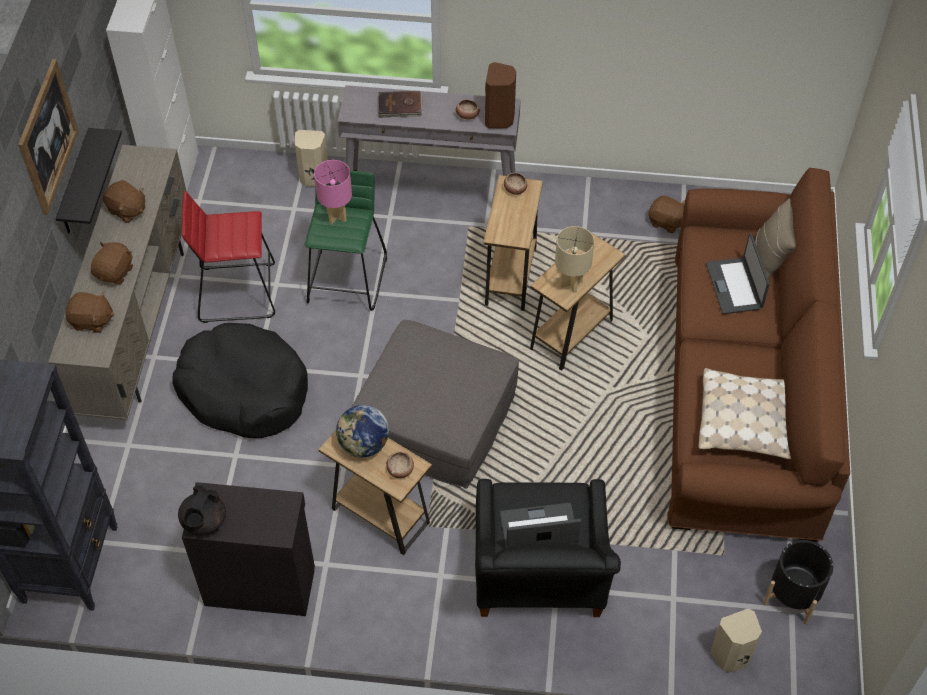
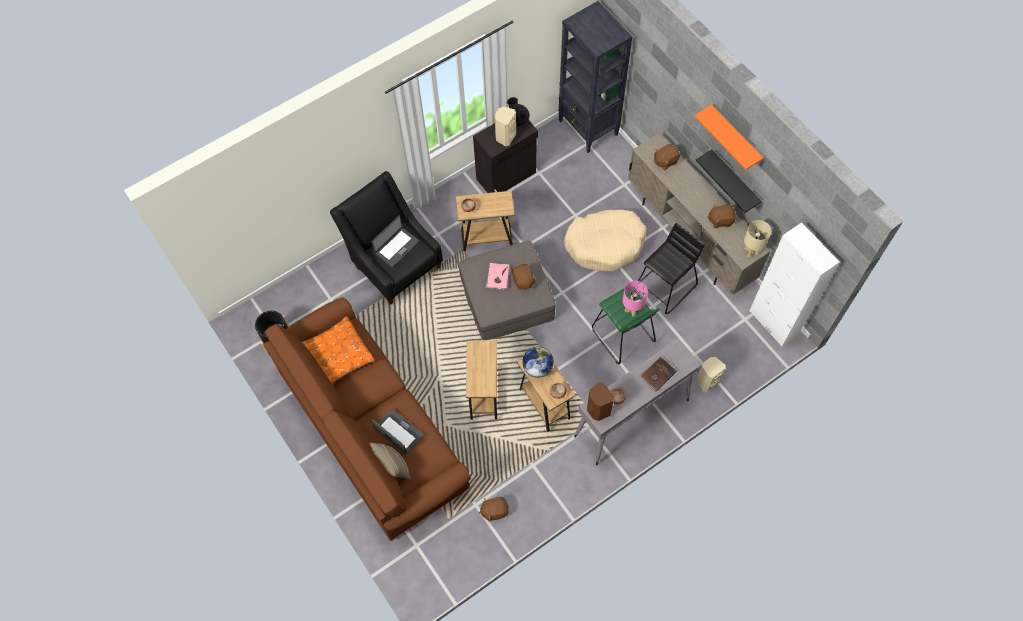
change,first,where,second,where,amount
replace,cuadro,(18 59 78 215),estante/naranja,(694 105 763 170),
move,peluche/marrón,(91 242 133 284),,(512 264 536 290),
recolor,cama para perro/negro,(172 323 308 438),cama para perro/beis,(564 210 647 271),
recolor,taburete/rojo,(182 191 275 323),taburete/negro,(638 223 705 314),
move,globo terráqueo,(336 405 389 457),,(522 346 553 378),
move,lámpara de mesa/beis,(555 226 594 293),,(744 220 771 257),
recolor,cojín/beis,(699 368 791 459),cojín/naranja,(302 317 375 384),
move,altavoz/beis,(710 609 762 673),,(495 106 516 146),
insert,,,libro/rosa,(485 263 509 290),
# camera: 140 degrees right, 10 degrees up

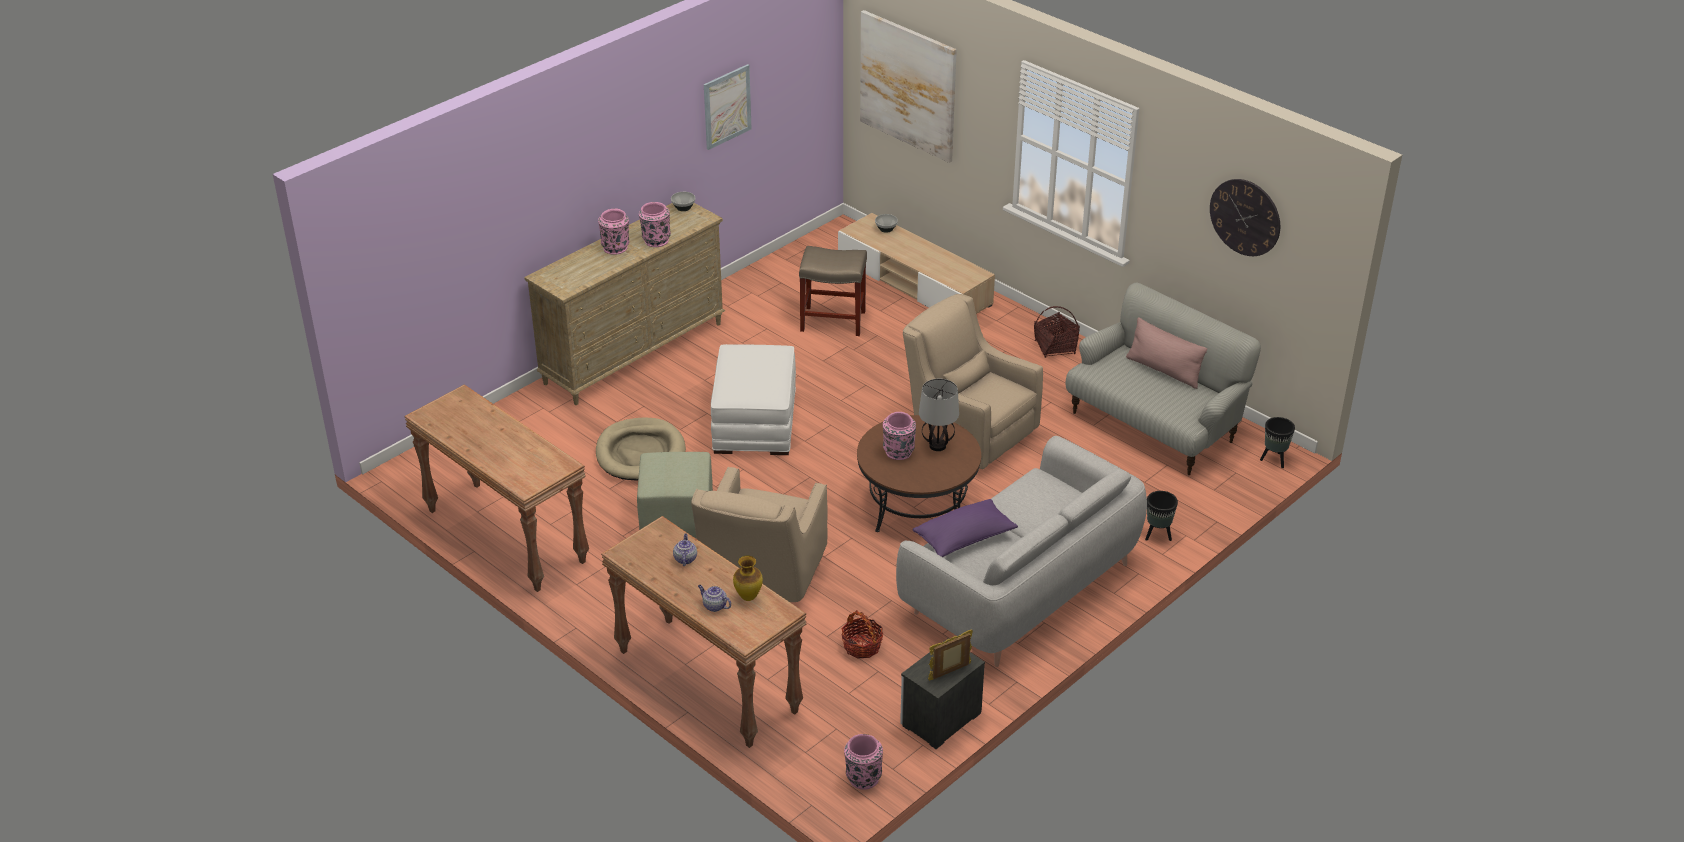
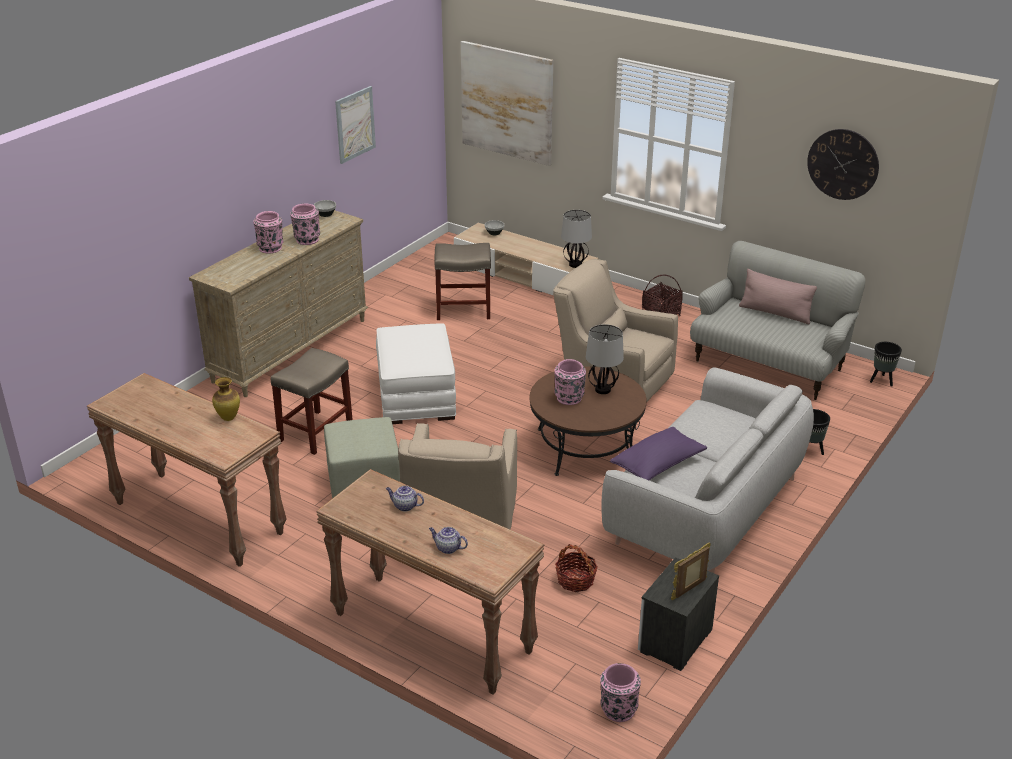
change,first,where,second,where,amount
replace,cama para perro/beis,(596 417 686 481),taburete/beis,(271 348 353 455),
rotate,tetera,(673 533 697 566),,(386 486 424 511),60 degrees counterclockwise
move,florero,(733 555 763 601),,(212 377 240 421),
insert,,,lámpara de mesa,(561 210 592 268),
# camera: 10 degrees left, 5 degrees down

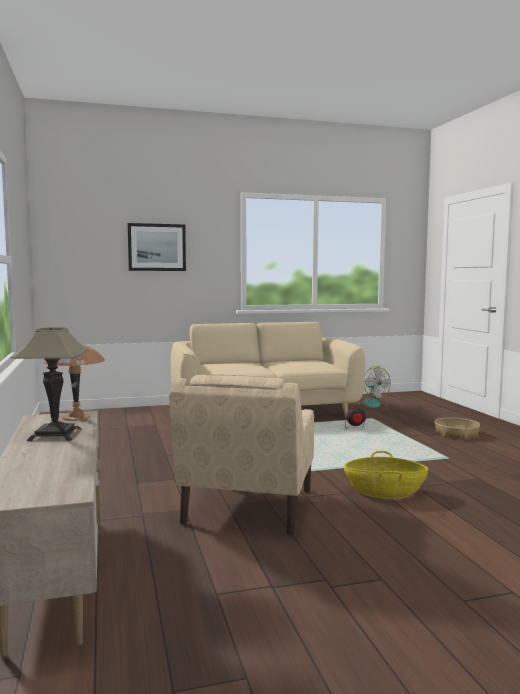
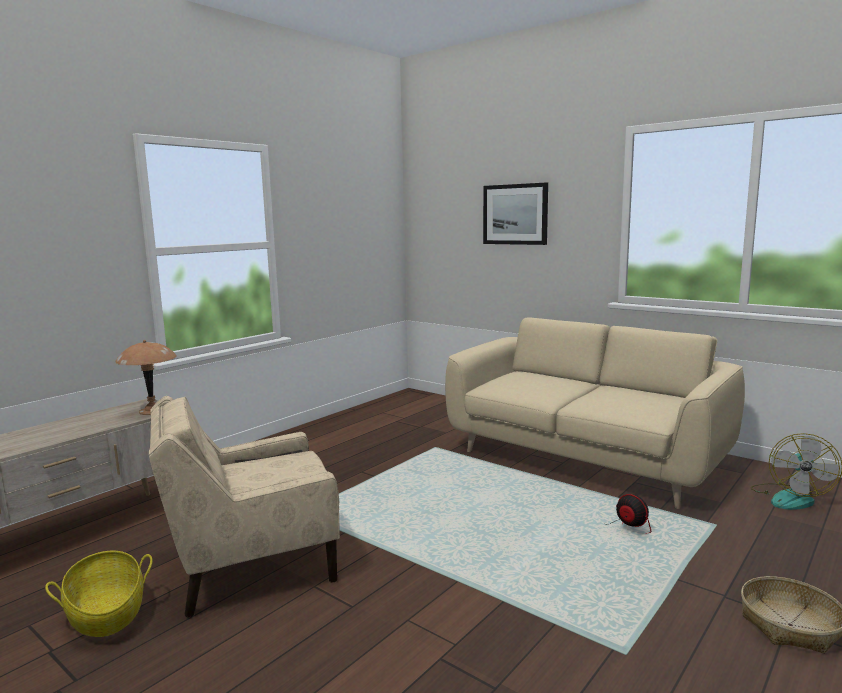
change,first,where,second,where,amount
delete,lámpara de mesa,(11 328 90 441),,,
move,cesta,(344 451 428 499),,(45 551 153 637),
# camera: 55 degrees right, 5 degrees up

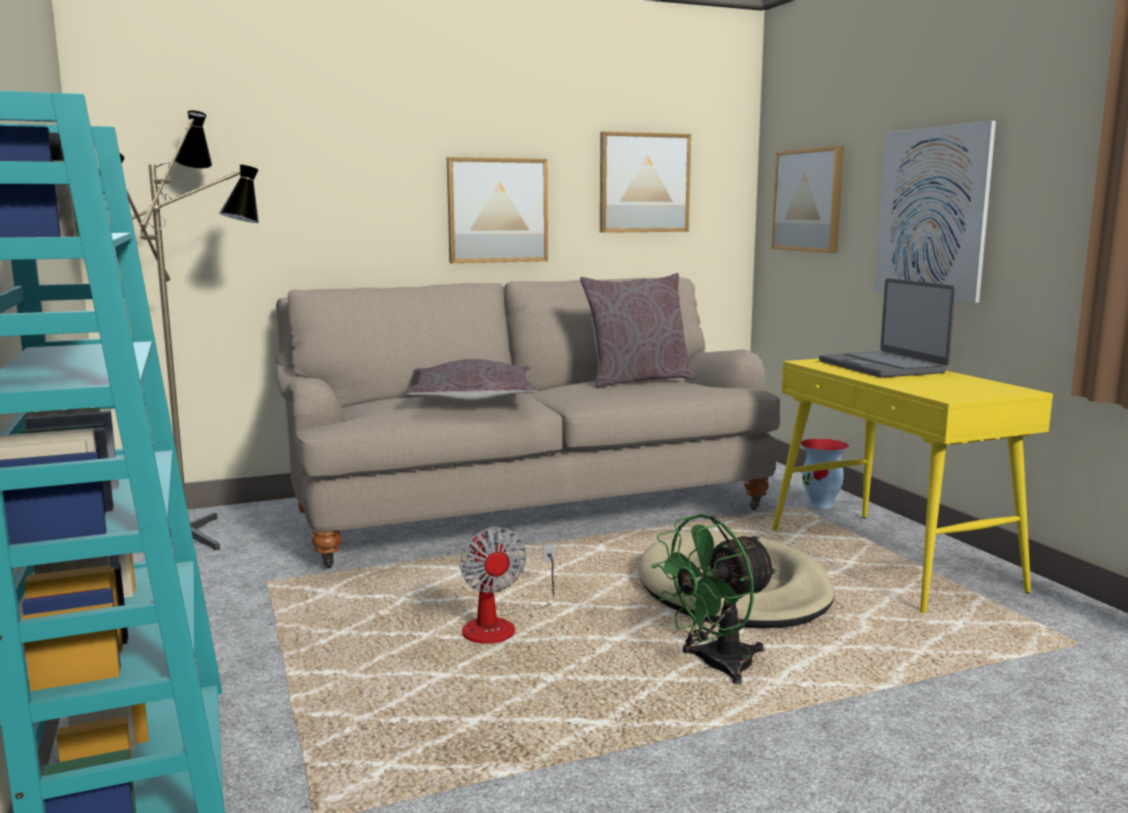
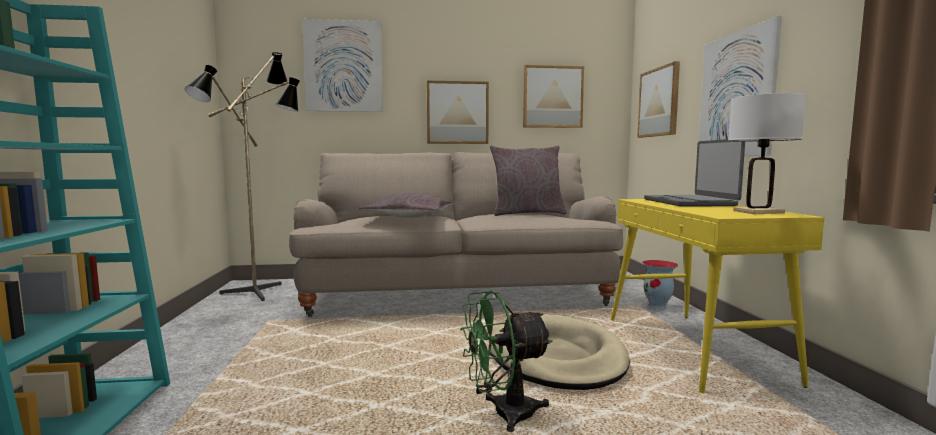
change,first,where,second,where,amount
delete,ventilador,(460 527 555 644),,,
insert,,,cuadro,(302 19 383 112),
insert,,,lámpara de mesa/blanco,(728 93 807 214),
# camera: 15 degrees right, 5 degrees down

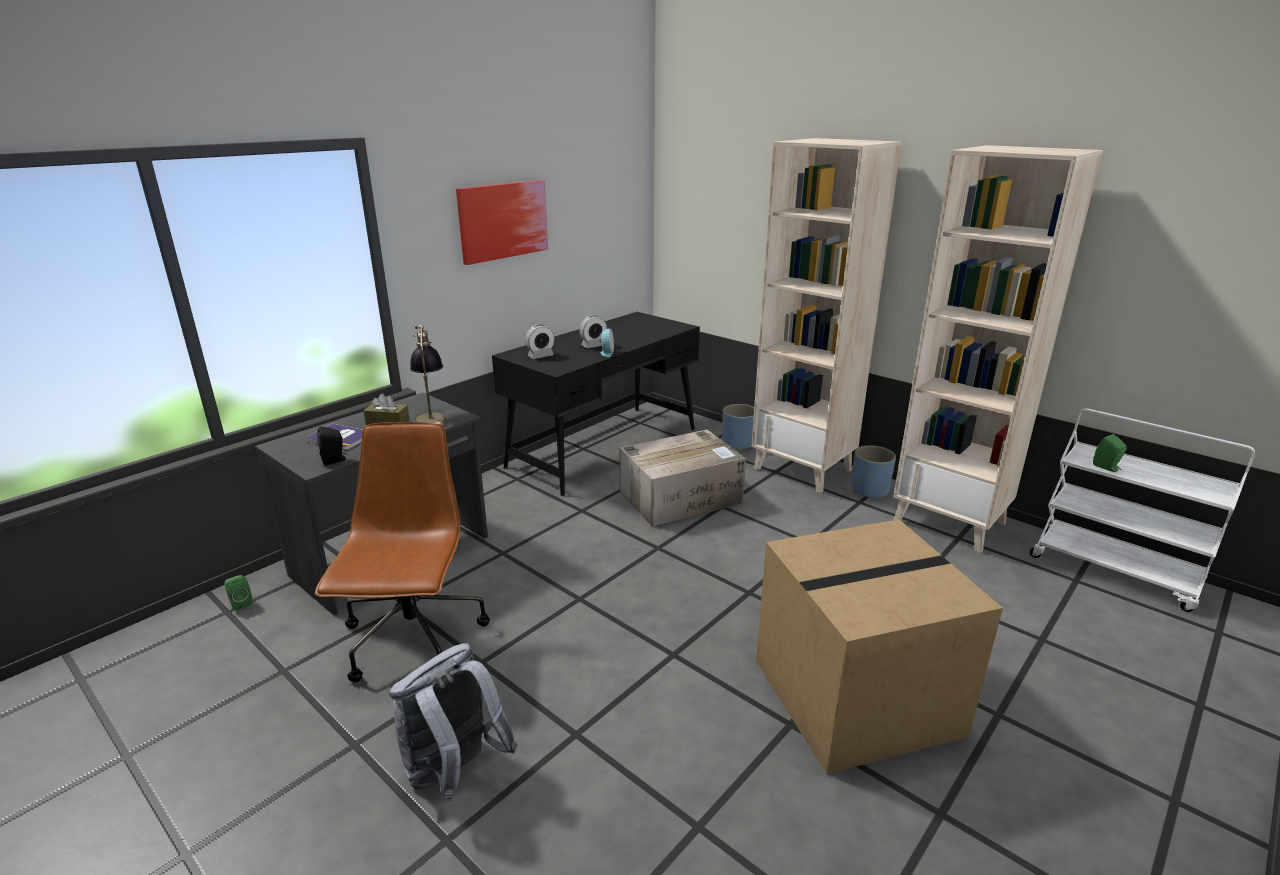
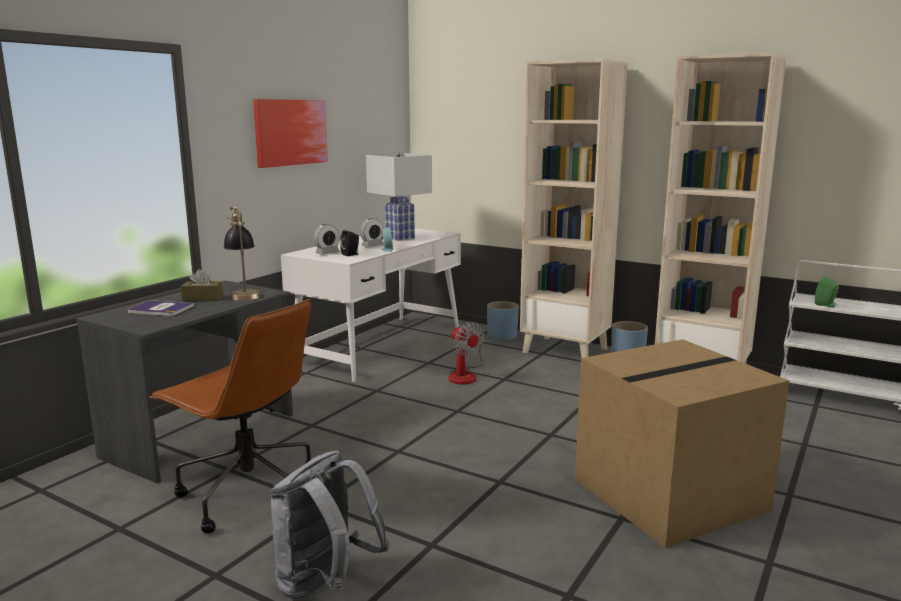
change,first,where,second,where,amount
delete,altavoz/verde,(224 575 252 611),,,
rotate,silla de oficina/marrón,(315 422 490 682),,(149 299 311 533),135 degrees clockwise
move,altavoz/negro,(317 427 348 465),,(340 230 359 256),
recolor,escritorio/negro,(492 312 700 496),escritorio/blanco,(281 228 461 382),
replace,caja de cartón,(619 429 746 527),ventilador,(449 322 484 385),
insert,,,lámpara de mesa/blanco,(366 153 432 241),
# camera: 10 degrees left, 10 degrees down

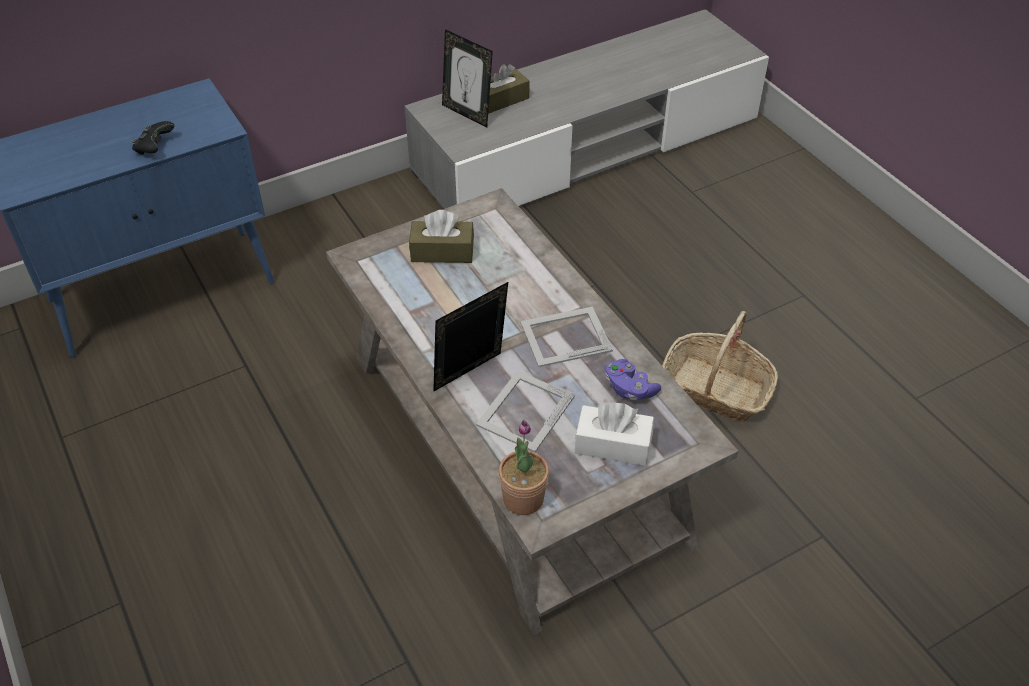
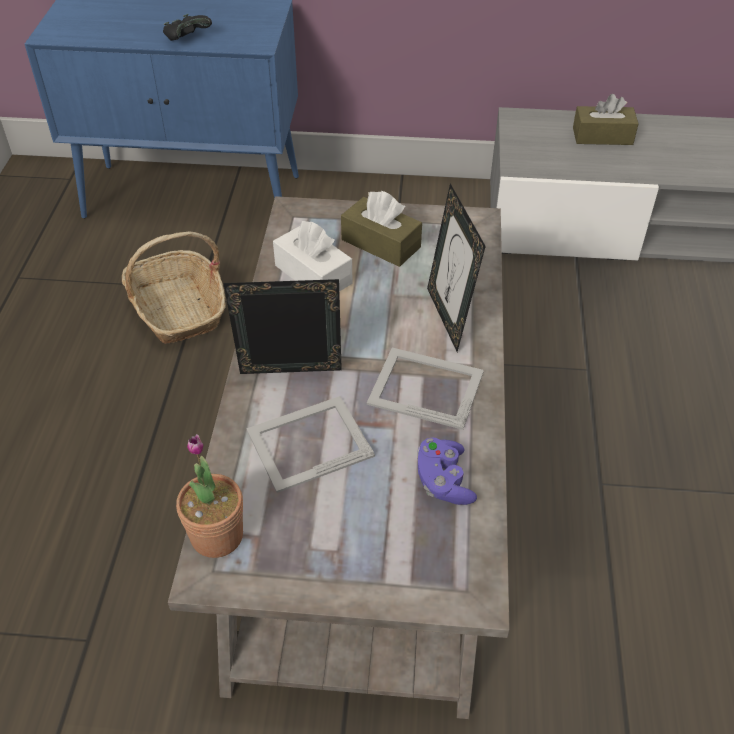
change,first,where,second,where,amount
move,portarretratos,(442 29 493 128),,(427 183 486 352),
move,caja de pañuelos/blanco,(575 403 654 466),,(273 221 353 292),
move,cesta,(662 311 778 422),,(122 232 226 344),
# camera: 35 degrees right, 0 degrees up

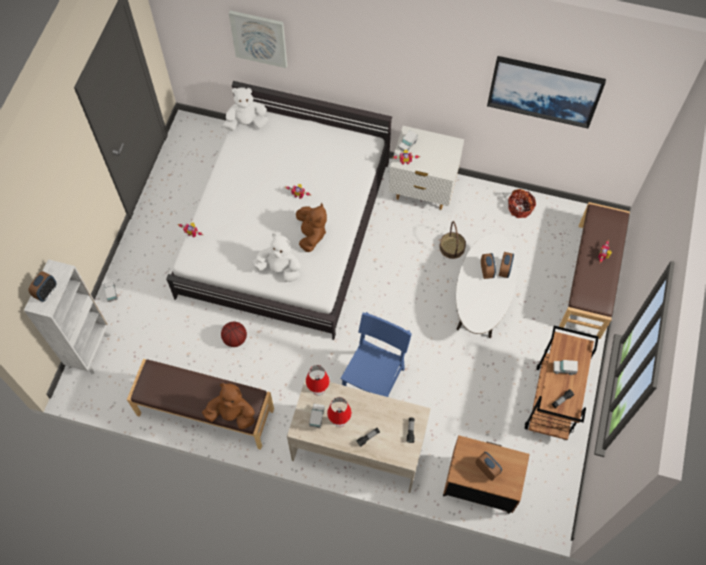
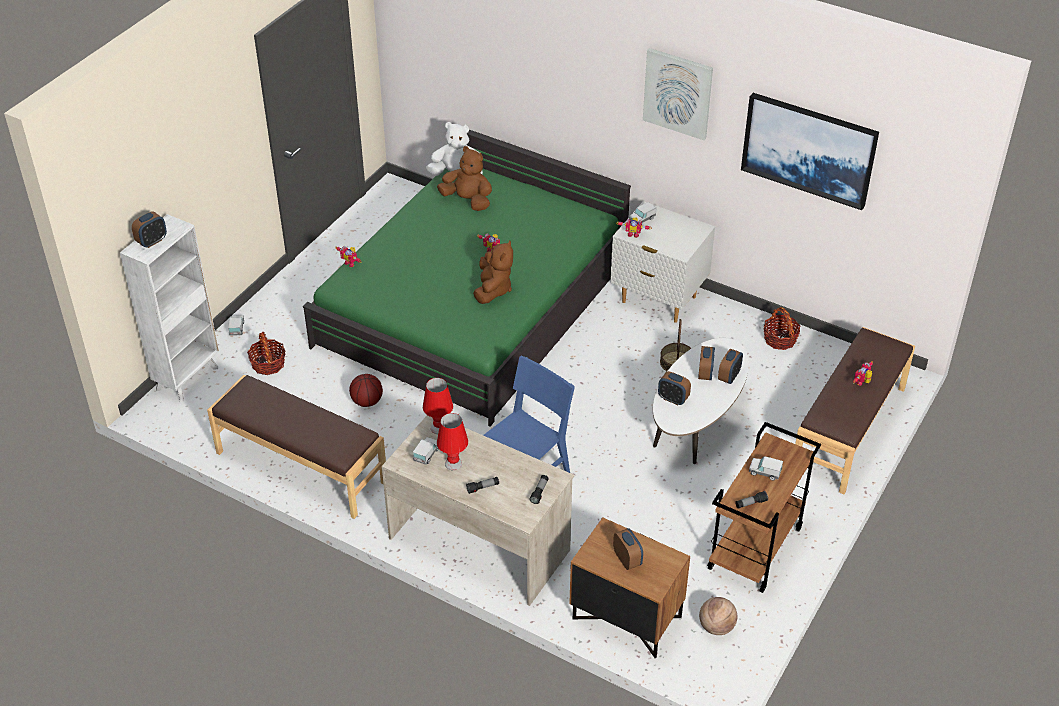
change,first,where,second,where,amount
recolor,cama/blanco,(166 81 392 340),cama/verde,(303 130 631 427),
move,peluche/marrón,(202 383 255 429),,(437 146 492 211),
move,cuadro,(229 10 287 68),,(643 48 713 140),
delete,peluche/blanco,(252 233 301 282),,,
insert,,,cesta,(247 332 286 375),
insert,,,despertador,(658 371 691 405),
insert,,,balón de baloncesto,(699 597 737 635),
# camera: 15 degrees right, 20 degrees down

